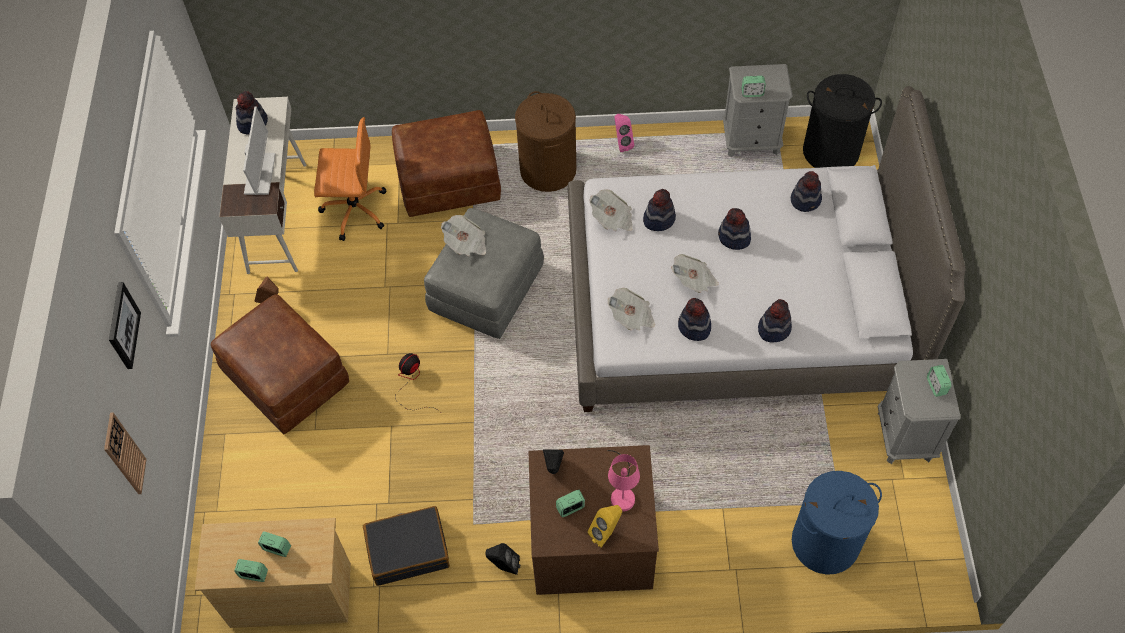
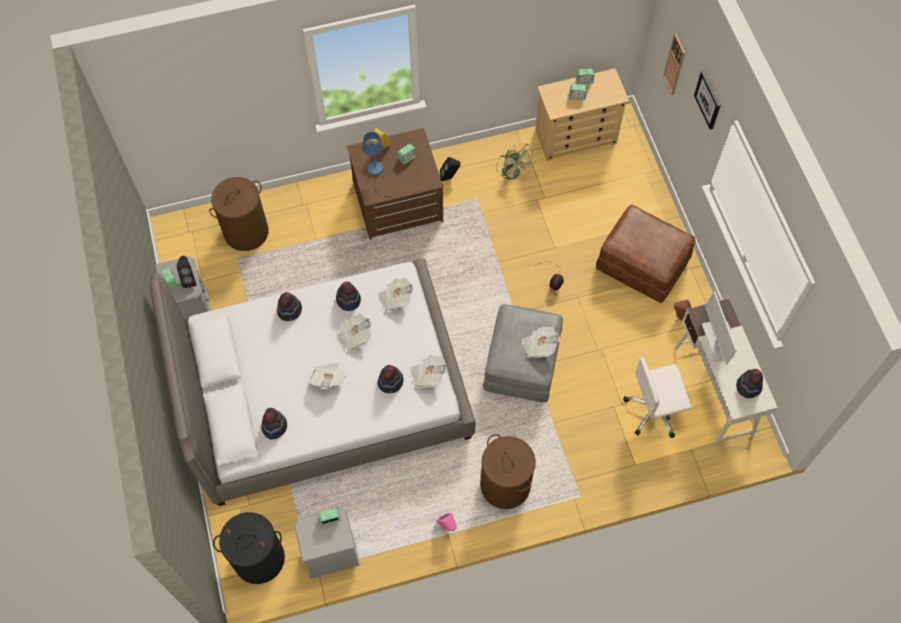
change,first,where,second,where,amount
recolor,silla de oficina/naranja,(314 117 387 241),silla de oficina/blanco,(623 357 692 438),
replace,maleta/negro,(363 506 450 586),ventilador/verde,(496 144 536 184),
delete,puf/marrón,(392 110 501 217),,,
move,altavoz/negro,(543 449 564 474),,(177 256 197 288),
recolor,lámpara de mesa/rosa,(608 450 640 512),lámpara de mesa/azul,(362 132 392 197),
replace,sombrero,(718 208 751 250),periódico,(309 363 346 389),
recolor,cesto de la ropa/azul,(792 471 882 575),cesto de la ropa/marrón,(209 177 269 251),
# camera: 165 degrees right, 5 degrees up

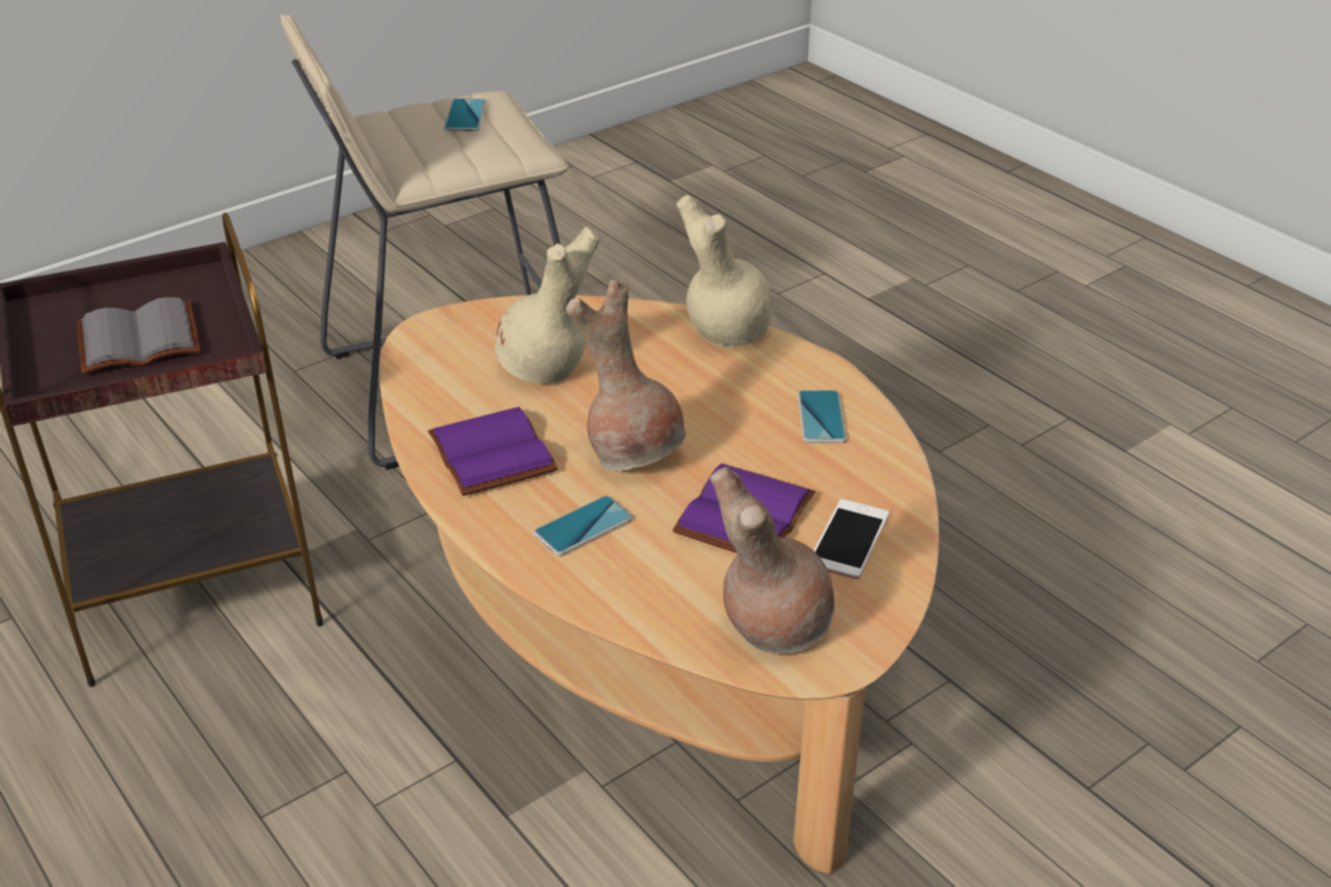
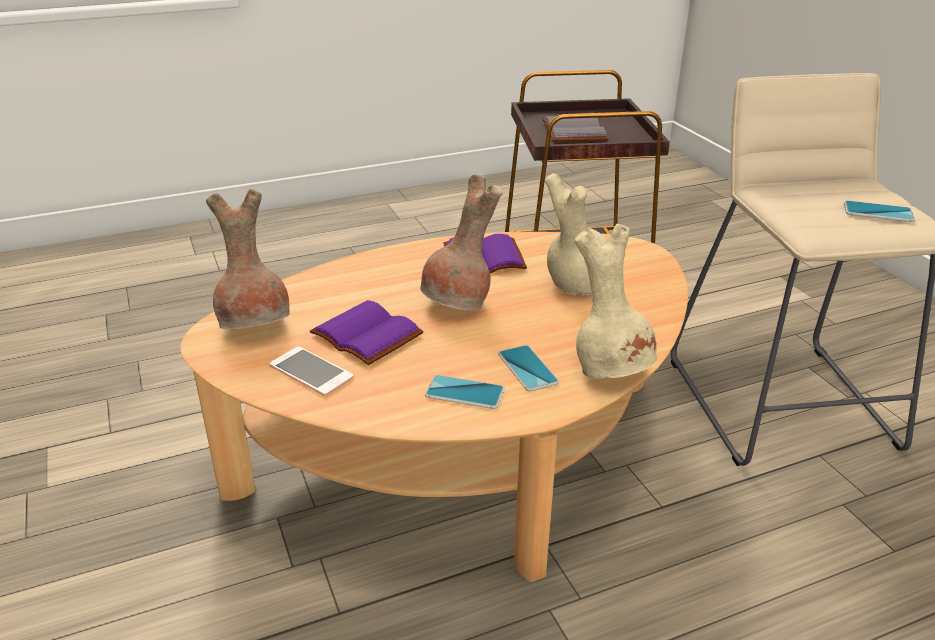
change,first,where,second,where,amount
move,móvil,(534 496 633 556),,(498 345 559 391),
# camera: 105 degrees right, 5 degrees down

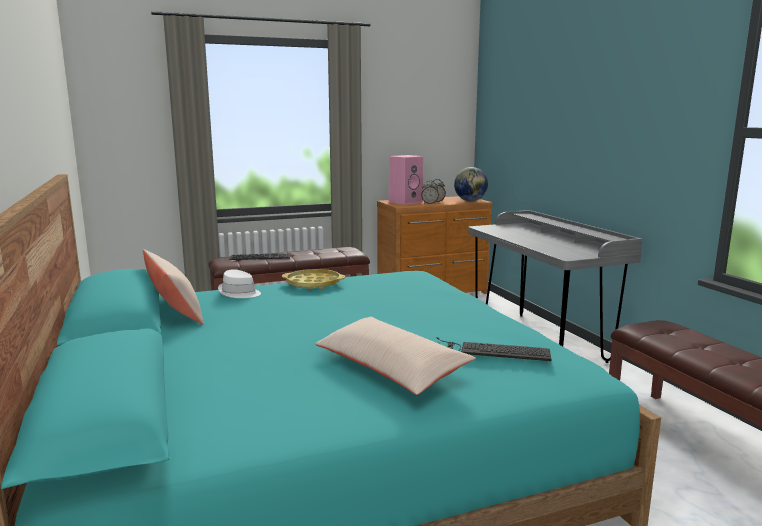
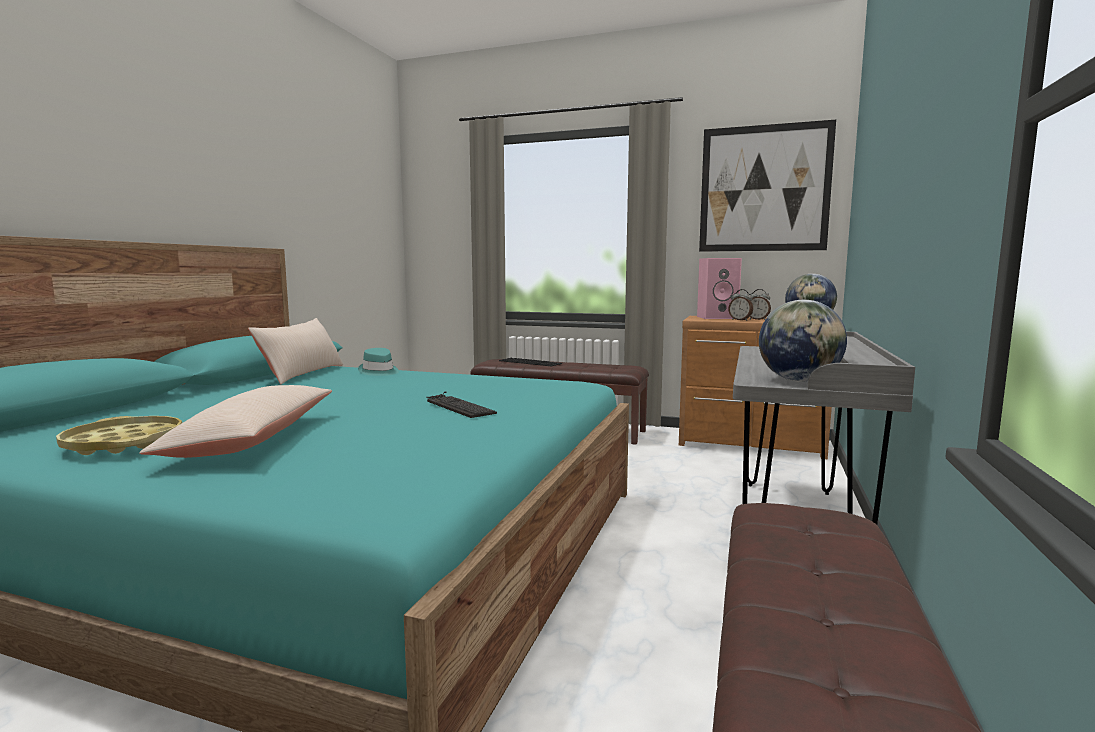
change,first,where,second,where,amount
recolor,sombrero/blanco,(218 269 261 298),sombrero/turquesa,(358 348 399 376),
move,bandeja/amarillo,(282 269 345 289),,(56 416 182 455),
move,teclado,(437 337 551 361),,(426 391 497 418),
insert,,,cuadro,(699 120 836 252),
insert,,,globo terráqueo,(759 300 847 382),
# camera: 40 degrees right, 5 degrees down

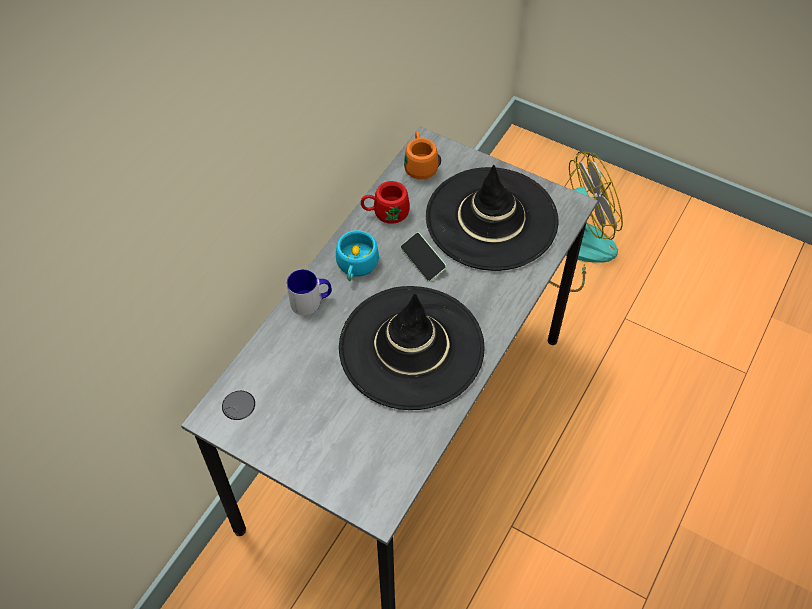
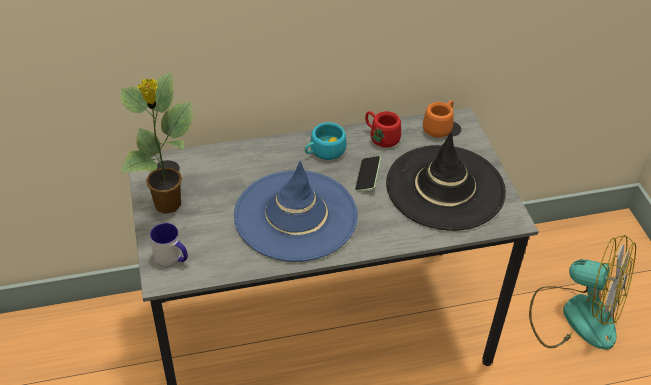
change,first,where,second,where,amount
move,taza grande,(287 269 332 315),,(150 223 188 266),
recolor,sombrero/negro,(339 286 485 410),sombrero/azul,(234 161 358 262),
insert,,,planta en maceta,(120 71 193 214),
# camera: 45 degrees right, 10 degrees down

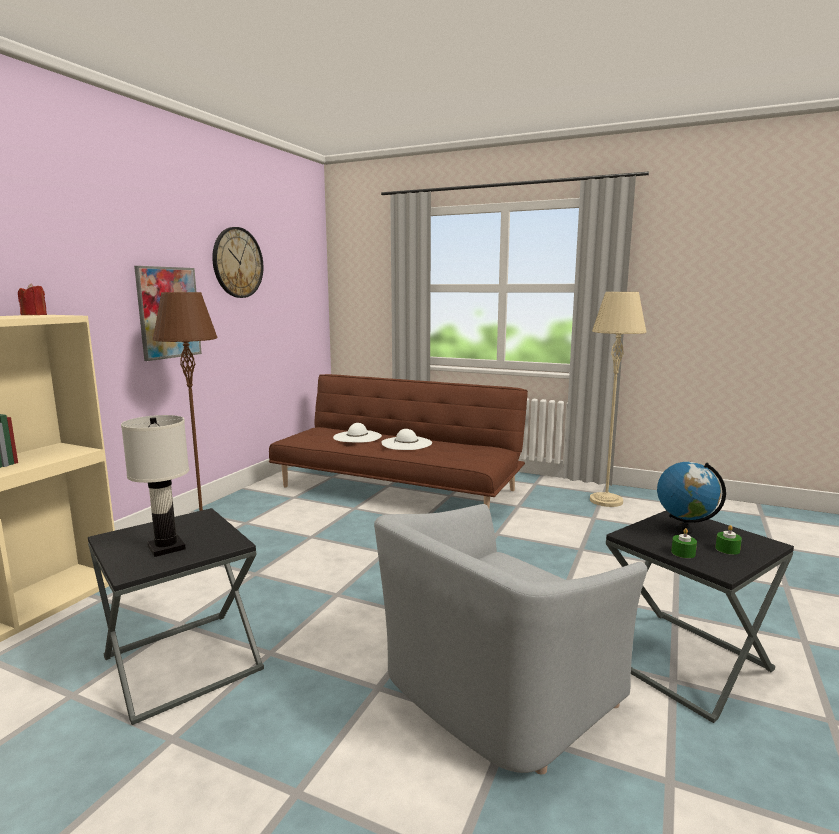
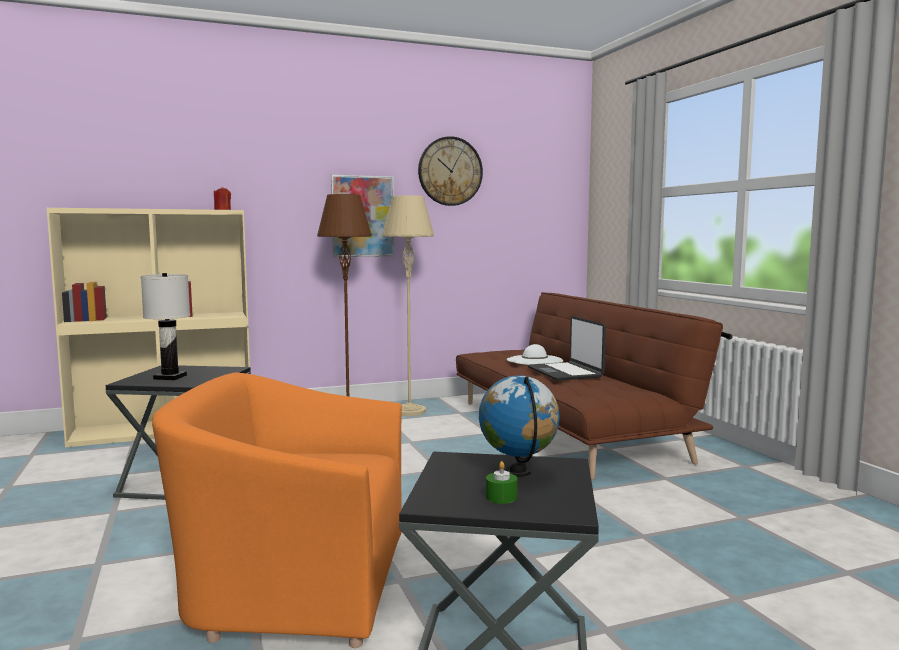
change,first,where,second,where,amount
recolor,sillón/gris,(374 504 647 775),sillón/naranja,(152 372 402 648),
replace,sombrero/blanco,(381 429 432 450),portátil,(528 316 606 381),
move,lámpara de pie/beis,(590 292 646 507),,(382 195 434 416),
delete,vela/verde,(671 528 697 558),,,
# camera: 45 degrees right, 5 degrees down

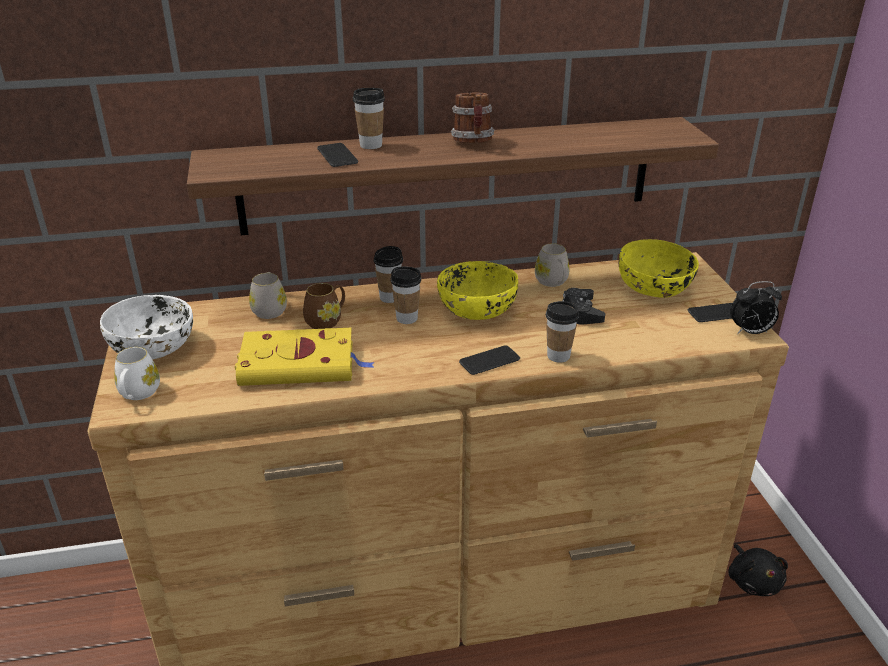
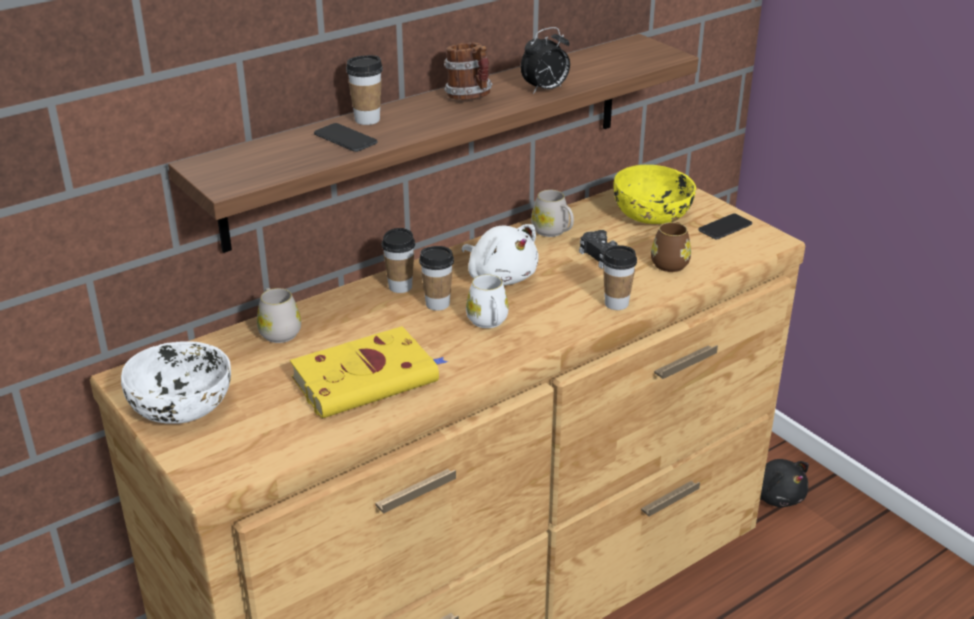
change,first,where,second,where,amount
move,taza grande/blanco,(114 347 160 400),,(466 274 509 328),
move,taza grande/marrón,(303 283 345 329),,(651 222 691 272),
replace,cuenco/amarillo,(437 261 518 320),peluche/blanco,(462 224 539 285),
delete,móvil,(459 345 520 375),,,
move,despertador,(730 281 782 334),,(521 27 570 94),
# camera: 25 degrees left, 0 degrees up

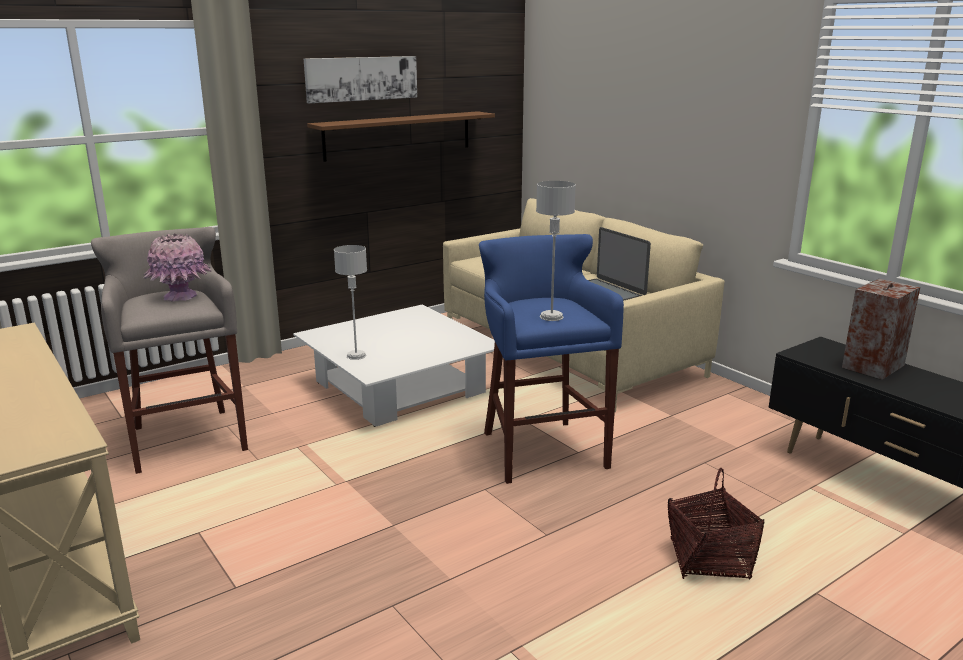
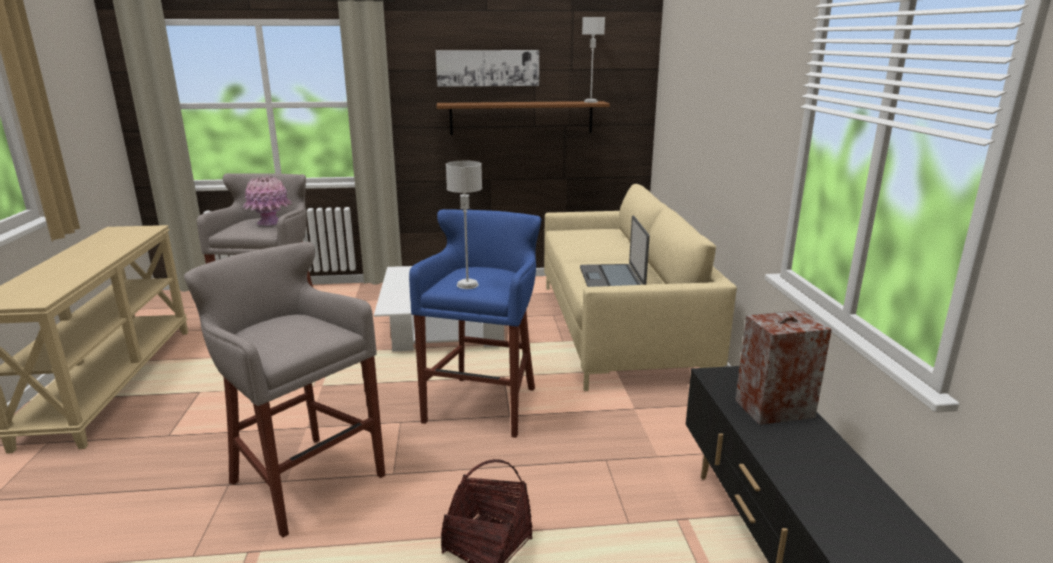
change,first,where,second,where,amount
move,lámpara de mesa/gris,(334 245 367 360),,(582 17 605 103),
insert,,,taburete/gris,(184 242 385 537),
# camera: 30 degrees right, 0 degrees up

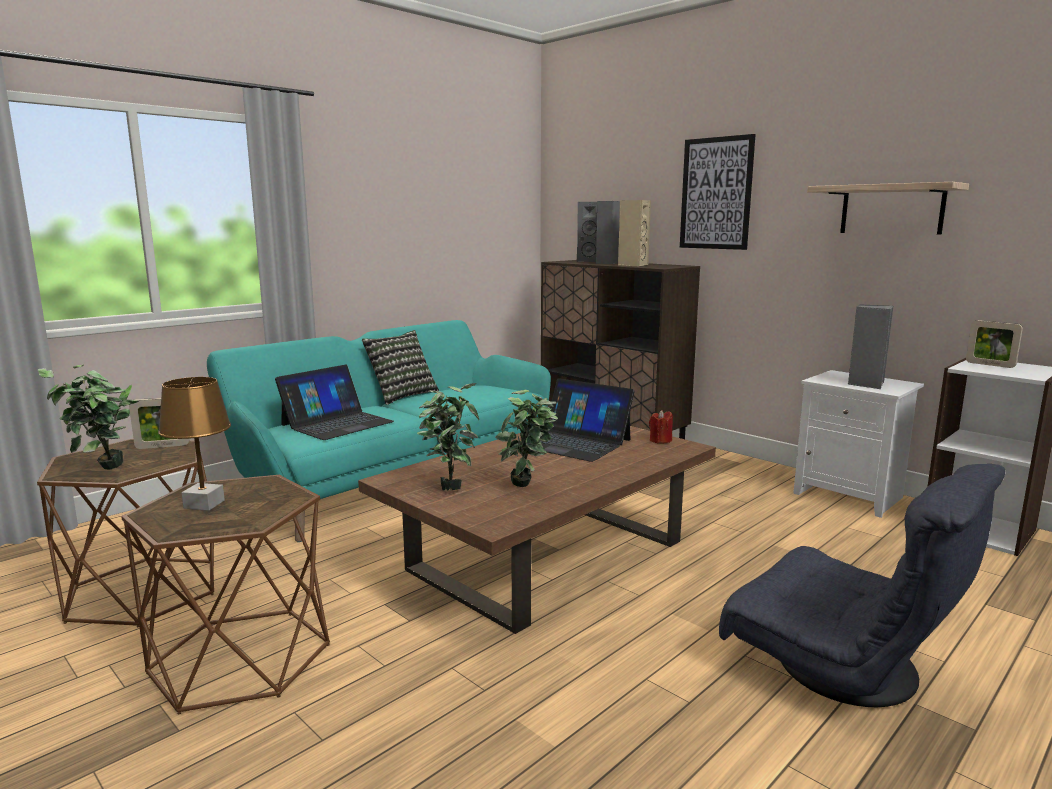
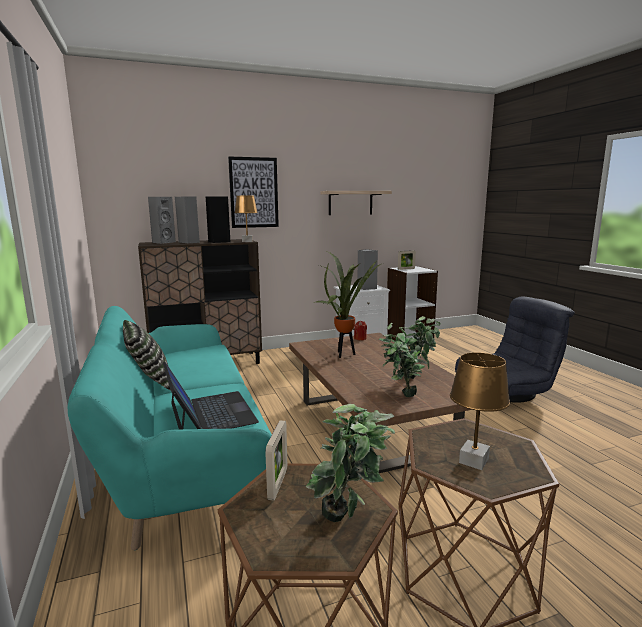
change,first,where,second,where,amount
replace,portátil,(518 378 635 462),planta en maceta,(316 251 384 358),
recolor,altavoz/beis,(618 200 651 266),altavoz/negro,(206 196 230 243),
insert,,,lámpara de mesa/marrón,(234 196 258 242),
# camera: 65 degrees left, 0 degrees up

